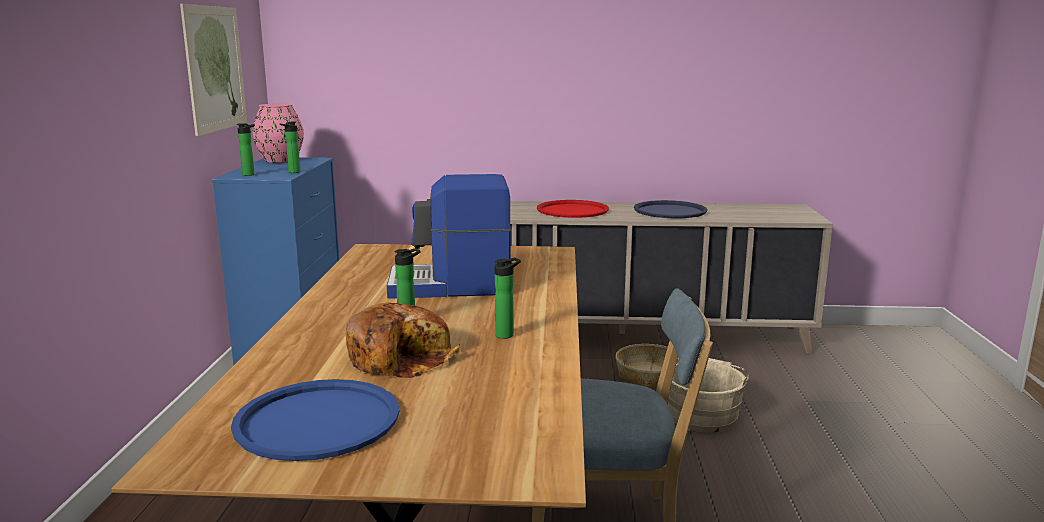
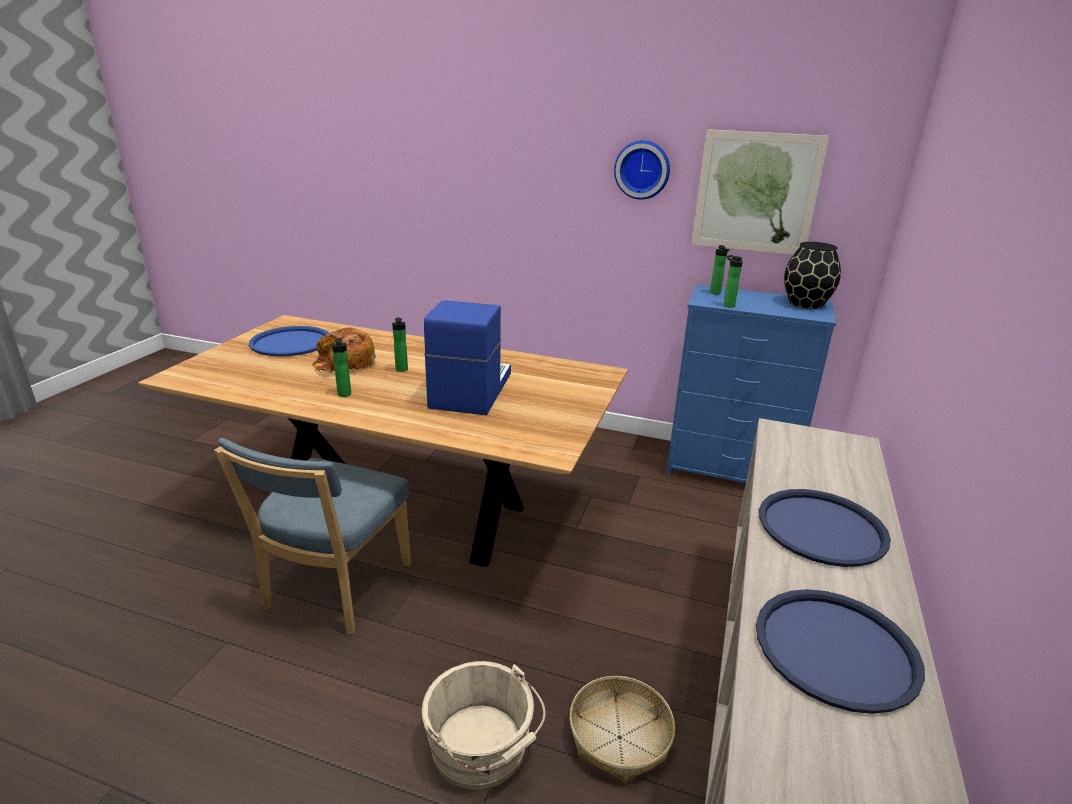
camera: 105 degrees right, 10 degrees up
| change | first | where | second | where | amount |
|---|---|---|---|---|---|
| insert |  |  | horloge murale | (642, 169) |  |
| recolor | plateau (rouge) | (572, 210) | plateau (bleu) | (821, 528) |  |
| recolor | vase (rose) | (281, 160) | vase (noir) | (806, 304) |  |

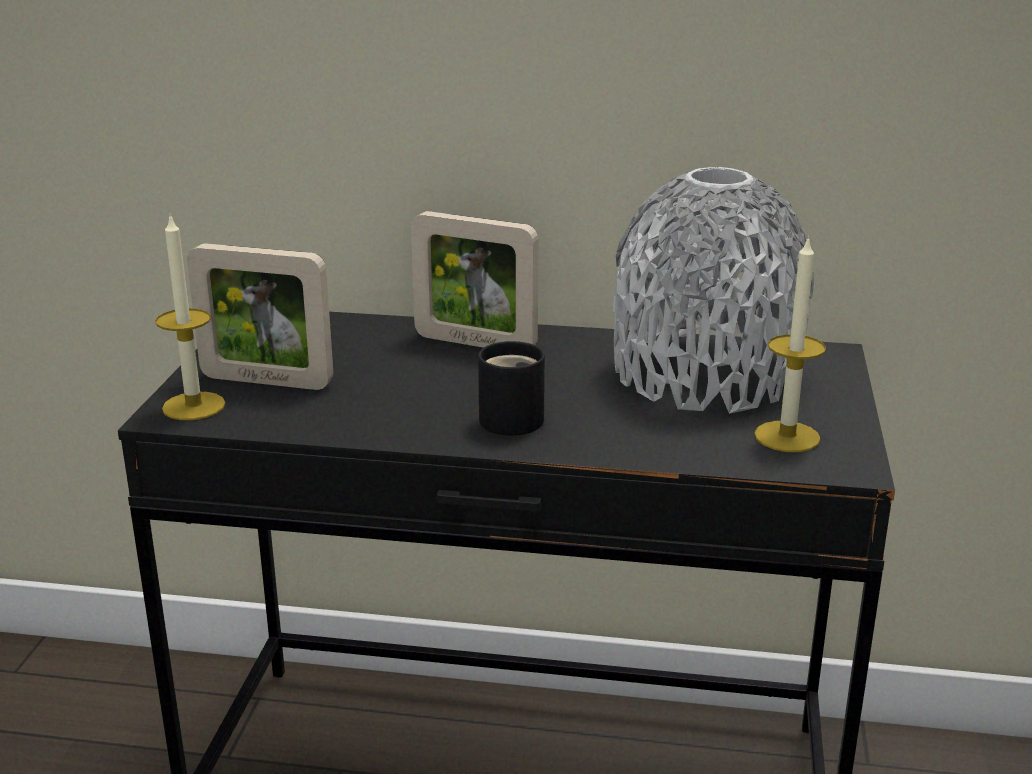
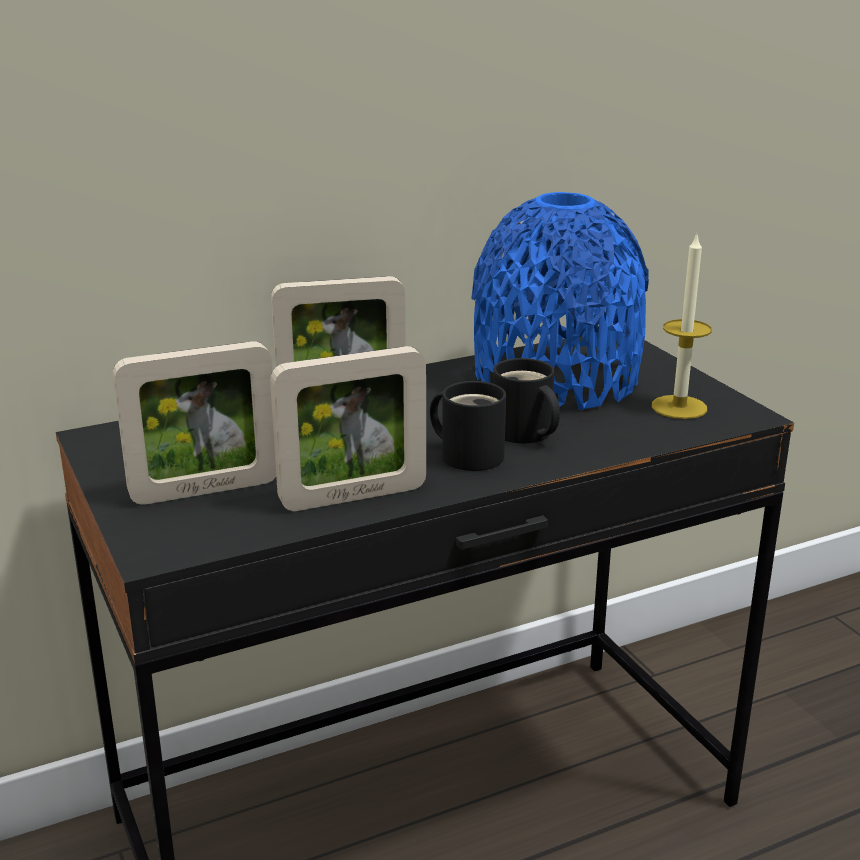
camera: 35 degrees left, 0 degrees up
| change | first | where | second | where | amount |
|---|---|---|---|---|---|
| insert |  |  | cadre photo | (353, 496) |  |
| recolor | vase (gris) | (705, 374) | vase (bleu) | (555, 378) |  |
| insert |  |  | mug (noir) | (524, 433) |  |
| delete | bougie | (194, 406) |  |  |  |

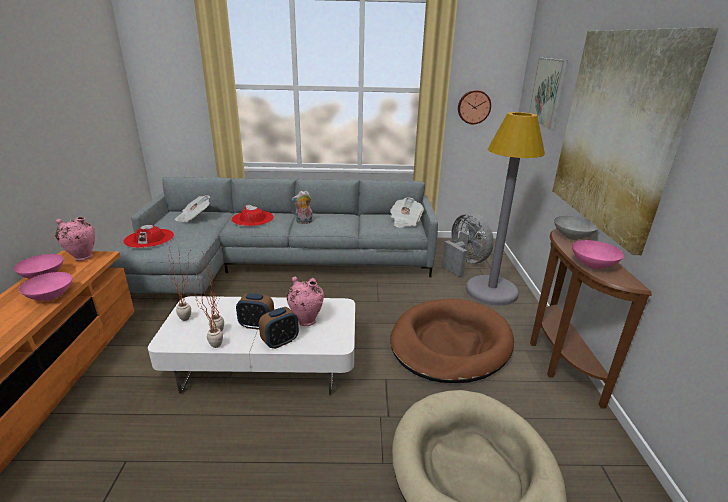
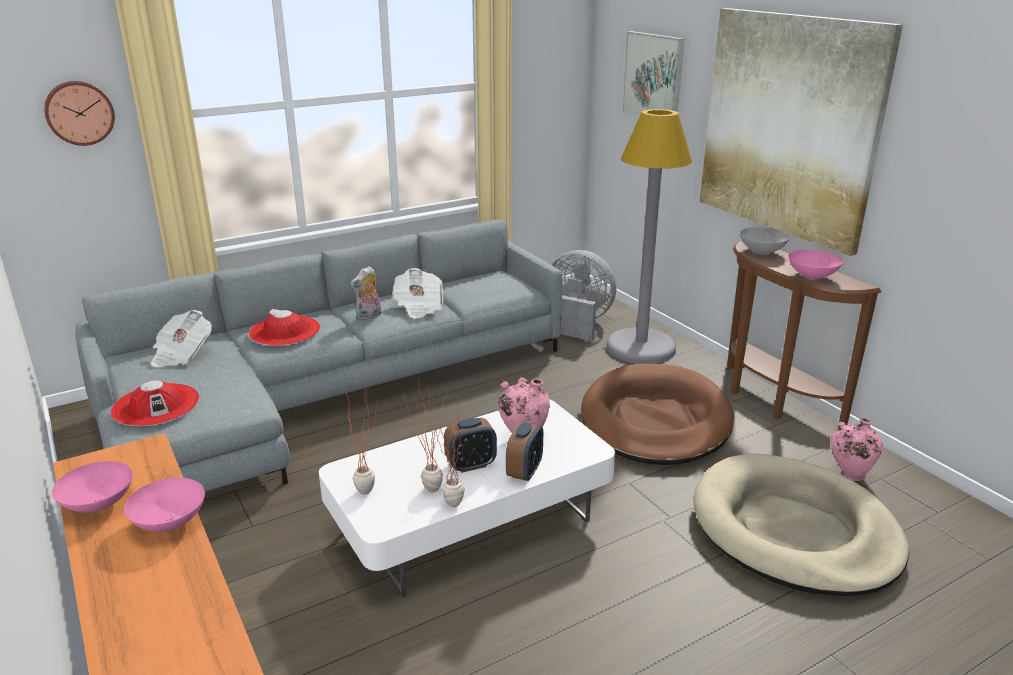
camera: 30 degrees left, 0 degrees up
| change | first | where | second | where | amount |
|---|---|---|---|---|---|
| move | horloge murale | (473, 107) |  | (79, 113) |  |
| move | journal | (405, 221) |  | (419, 307) |  |
| move | vase (rose) | (82, 257) |  | (849, 475) |  |

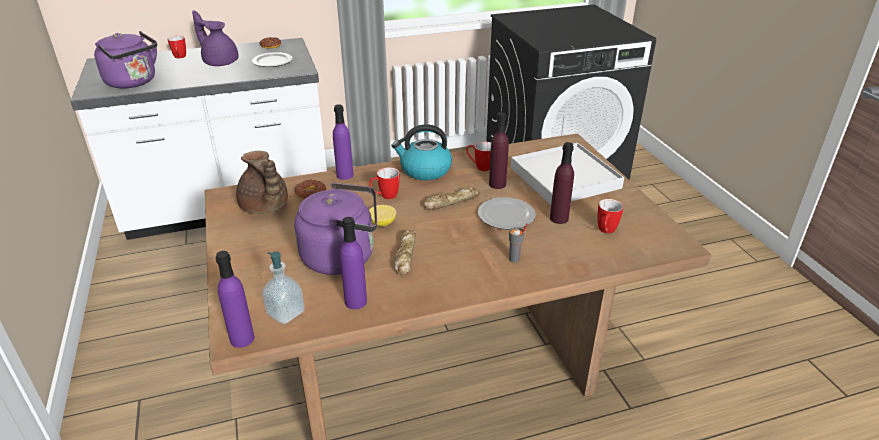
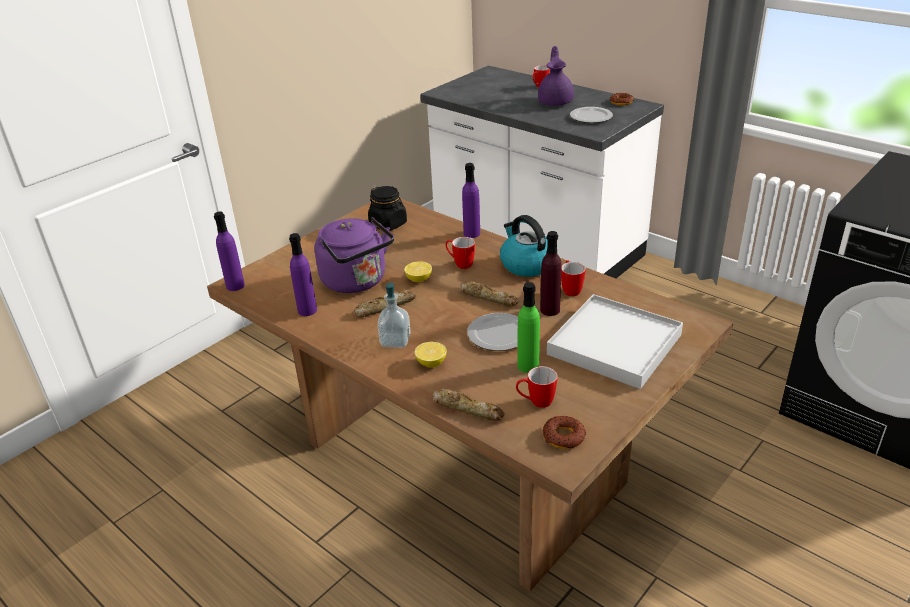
camera: 60 degrees right, 0 degrees up
| change | first | where | second | where | amount |
|---|---|---|---|---|---|
| replace | théière (marron) | (265, 207) | bocal (noir) | (388, 224) |  |
| move | distributeur de savon | (285, 313) |  | (395, 341) |  |
| replace | tasse (gris) | (514, 259) | citron | (431, 363) |  |
| insert |  |  | pain | (468, 408) |  |
| recolor | bouteille (violet) | (559, 218) | bouteille (vert) | (528, 366) |  |
| move | beignet | (311, 193) |  | (563, 437) |  |
| delete | bouilloire (violet) | (134, 82) |  |  |  |

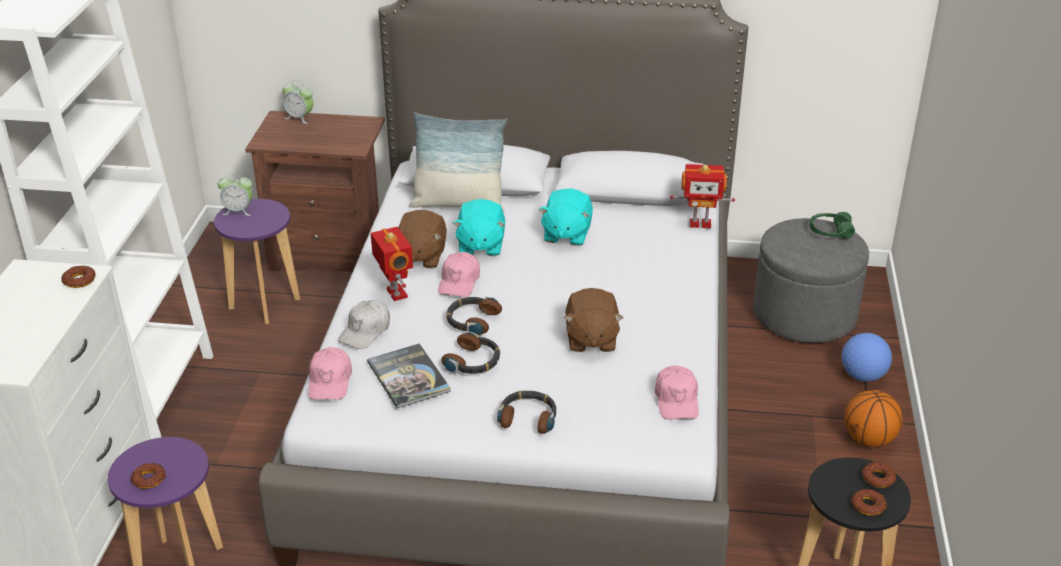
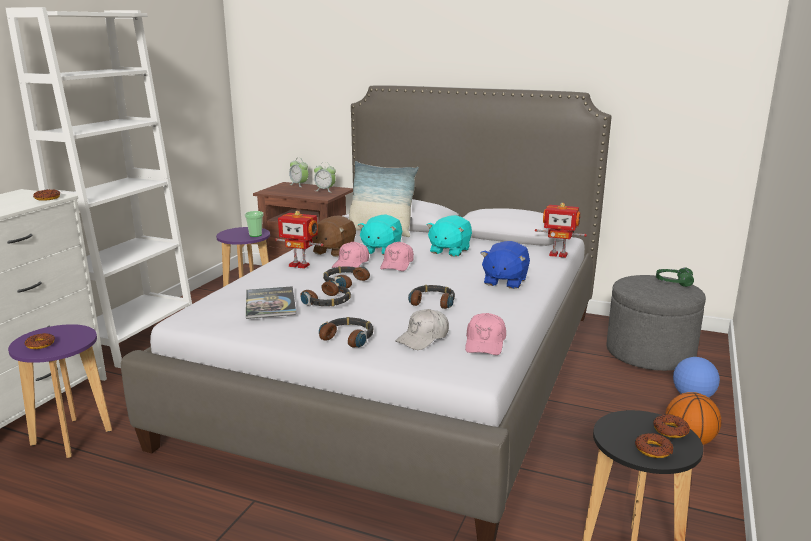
camera: 15 degrees right, 15 degrees down
| change | first | where | second | where | amount |
|---|---|---|---|---|---|
| insert |  |  | tasse | (255, 235) |  |
| rotate | robot jouet | (395, 293) |  | (299, 265) | 120 degrees clockwise |
| move | réveil | (238, 211) |  | (325, 190) |  |
| move | casquette (rose) | (330, 381) |  | (397, 264) |  |
| move | casquette (blanc) | (365, 331) |  | (423, 338) |  |
| replace | peluche (marron) | (591, 339) | casque audio | (432, 302) |  |
| insert |  |  | peluche (bleu) | (504, 281) |  |

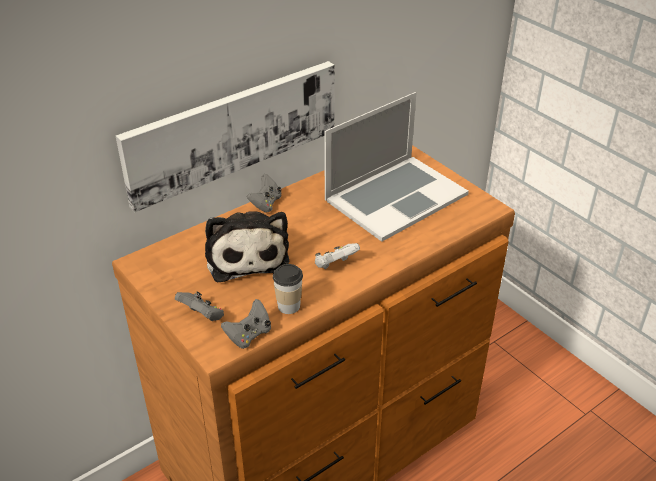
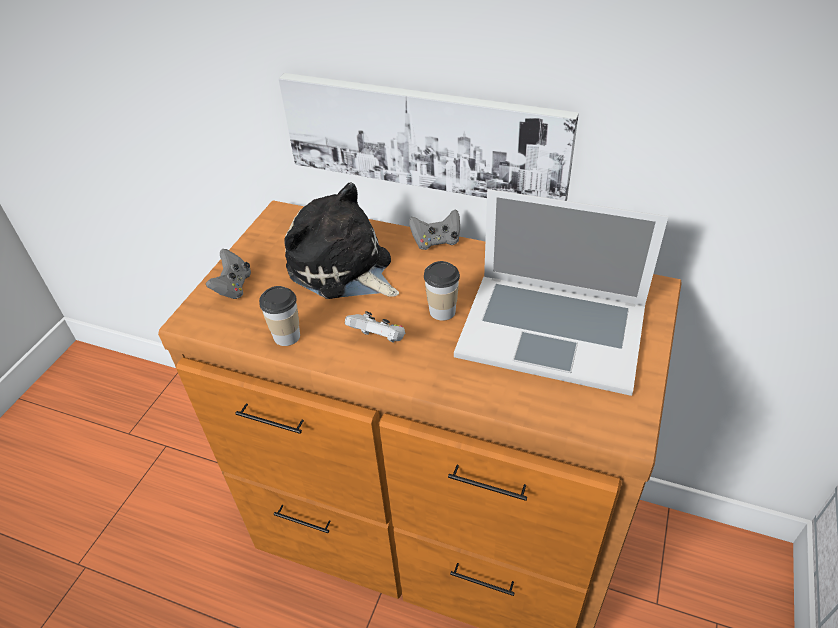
camera: 60 degrees right, 5 degrees up
| change | first | where | second | where | amount |
|---|---|---|---|---|---|
| rotate | peluche | (246, 255) |  | (343, 269) | 90 degrees clockwise |
| insert |  |  | tasse | (442, 311) |  |
| delete | manette (gris) | (249, 335) |  |  |  |

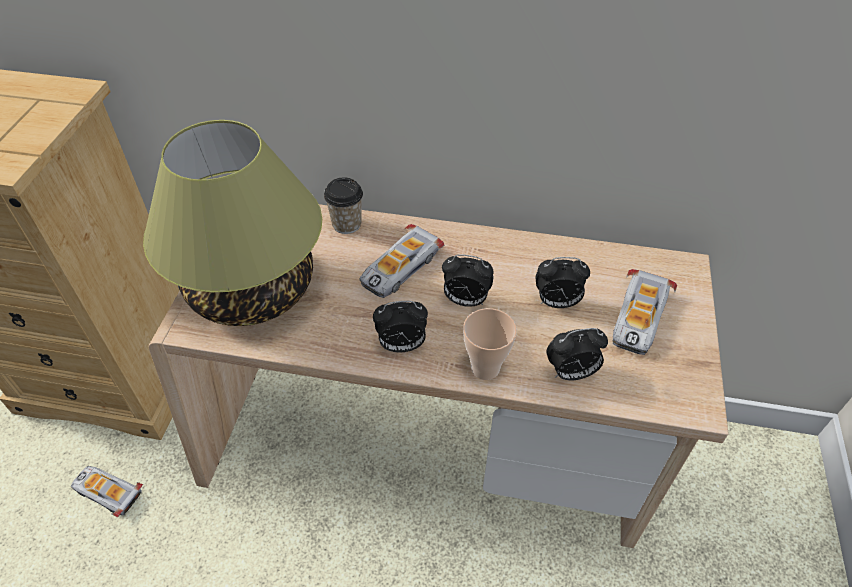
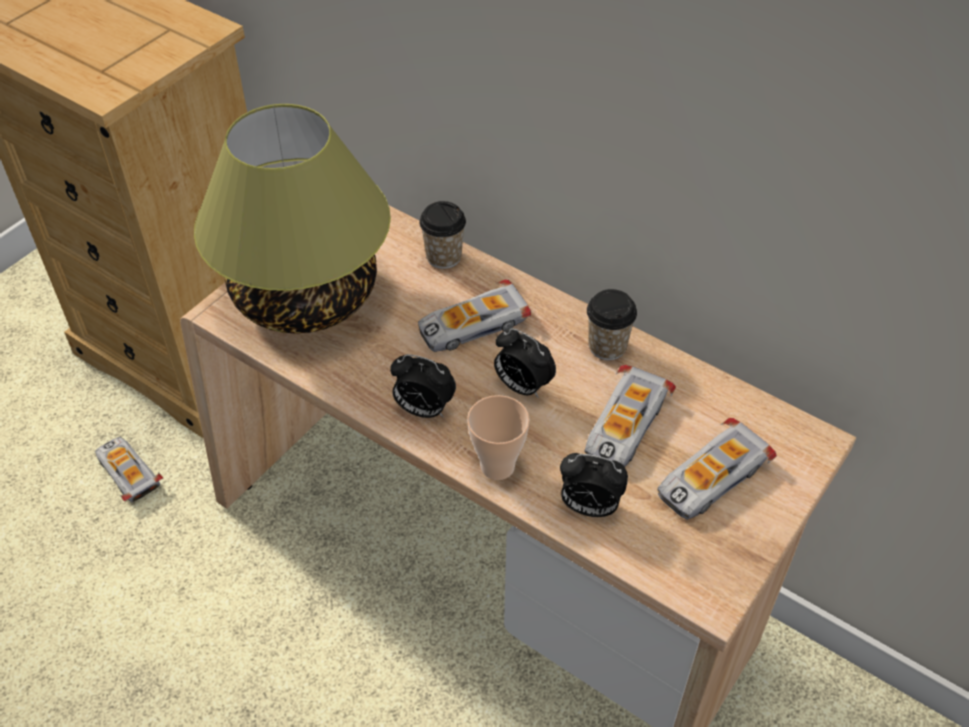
camera: 25 degrees right, 0 degrees up
| change | first | where | second | where | amount |
|---|---|---|---|---|---|
| replace | réveil | (556, 302) | petite voiture | (625, 425) |  |
| insert |  |  | tasse | (607, 347) |  |

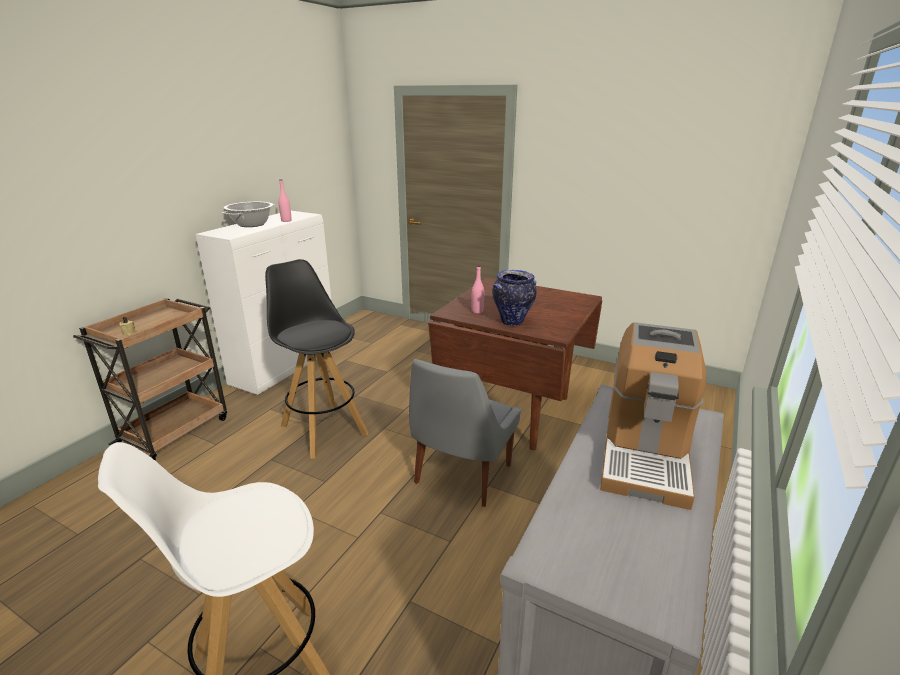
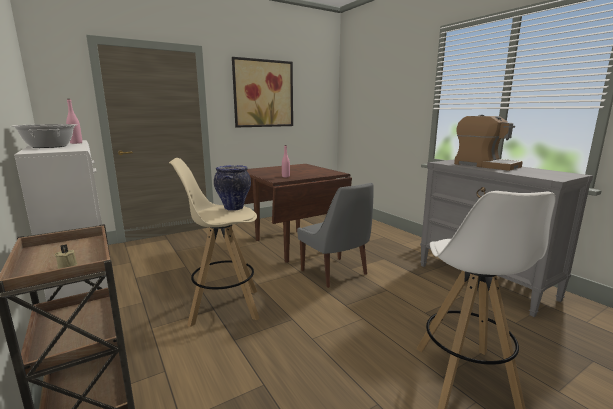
camera: 60 degrees left, 10 degrees down
| change | first | where | second | where | amount |
|---|---|---|---|---|---|
| recolor | tabouret (noir) | (323, 429) | tabouret (beige) | (223, 307) |  |
| move | vase | (512, 321) |  | (234, 208) |  |
| insert |  |  | tableau | (263, 93) |  |

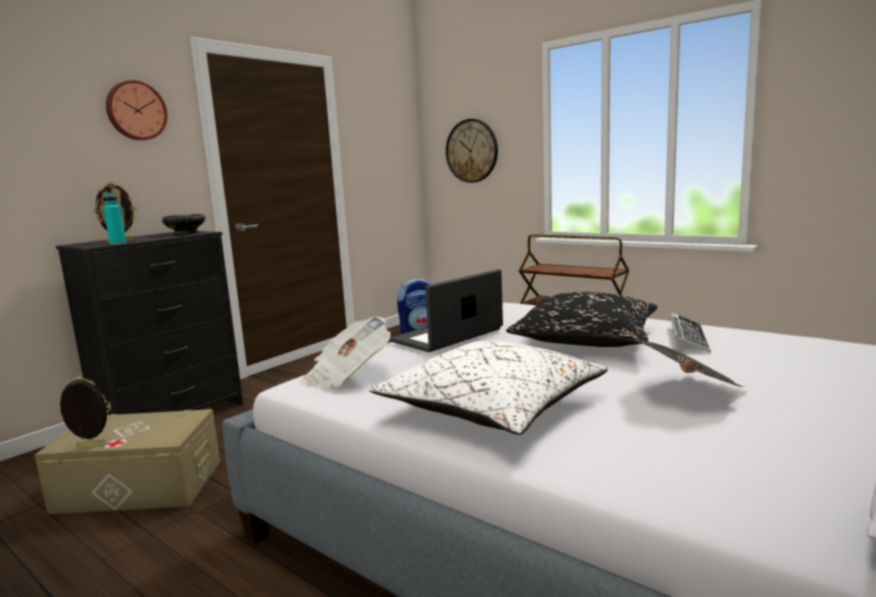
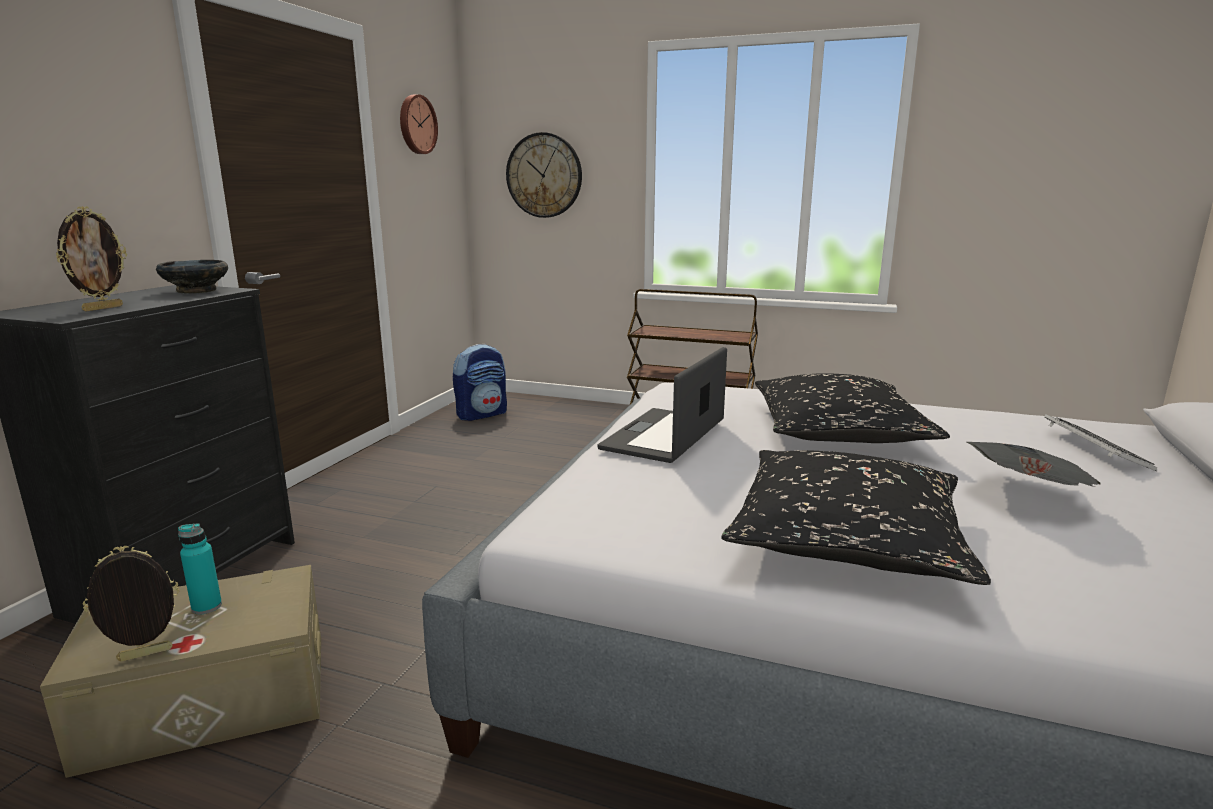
camera: 20 degrees left, 5 degrees up
| change | first | where | second | where | amount |
|---|---|---|---|---|---|
| move | bouteille (turquoise) | (118, 243) |  | (206, 607) |  |
| move | horloge murale | (136, 111) |  | (416, 124) |  |
| recolor | coussin (blanc) | (493, 408) | coussin (noir) | (848, 540) |  |
| move | clavier | (687, 338) |  | (1093, 449) |  |
| delete | journal | (347, 376) |  |  |  |

